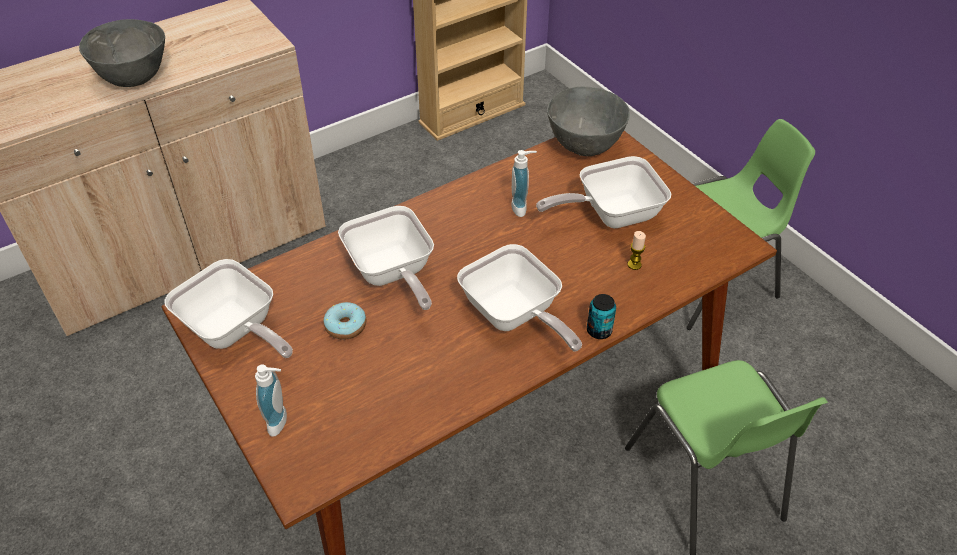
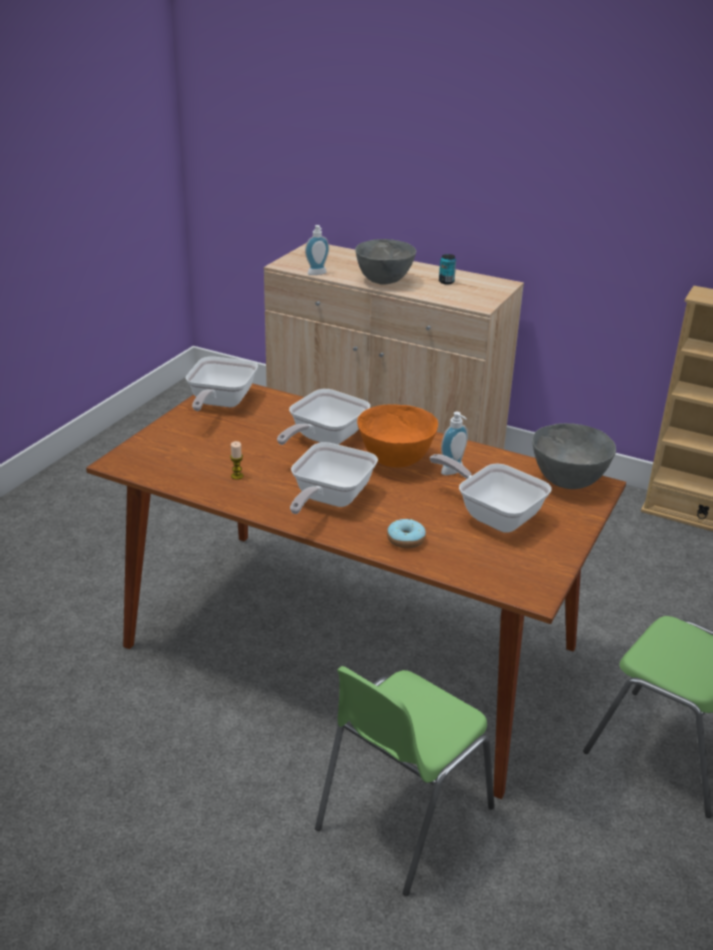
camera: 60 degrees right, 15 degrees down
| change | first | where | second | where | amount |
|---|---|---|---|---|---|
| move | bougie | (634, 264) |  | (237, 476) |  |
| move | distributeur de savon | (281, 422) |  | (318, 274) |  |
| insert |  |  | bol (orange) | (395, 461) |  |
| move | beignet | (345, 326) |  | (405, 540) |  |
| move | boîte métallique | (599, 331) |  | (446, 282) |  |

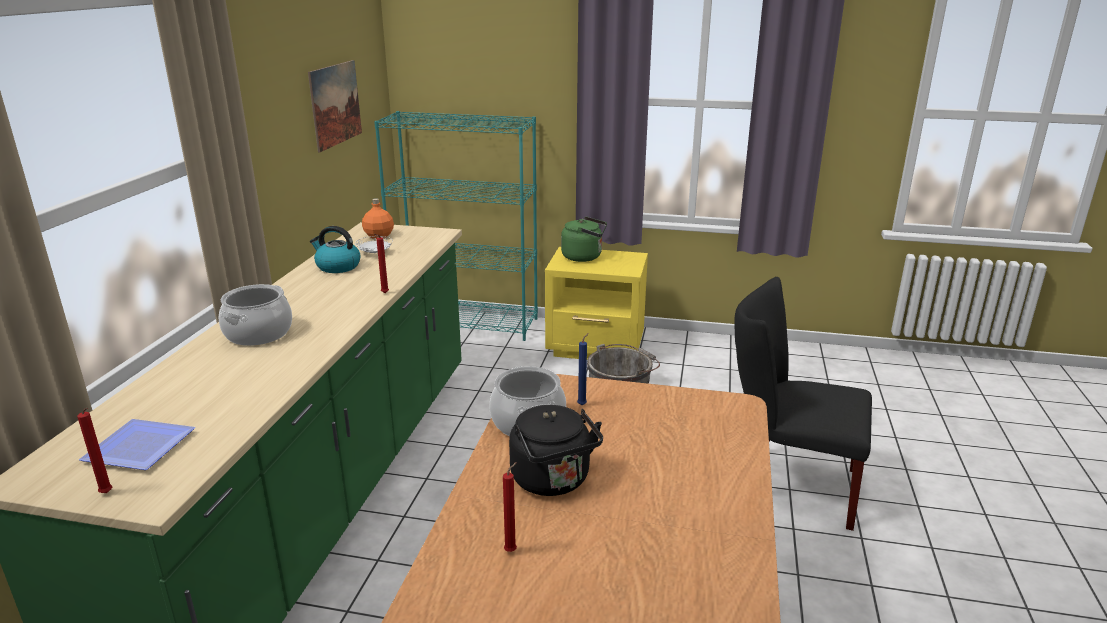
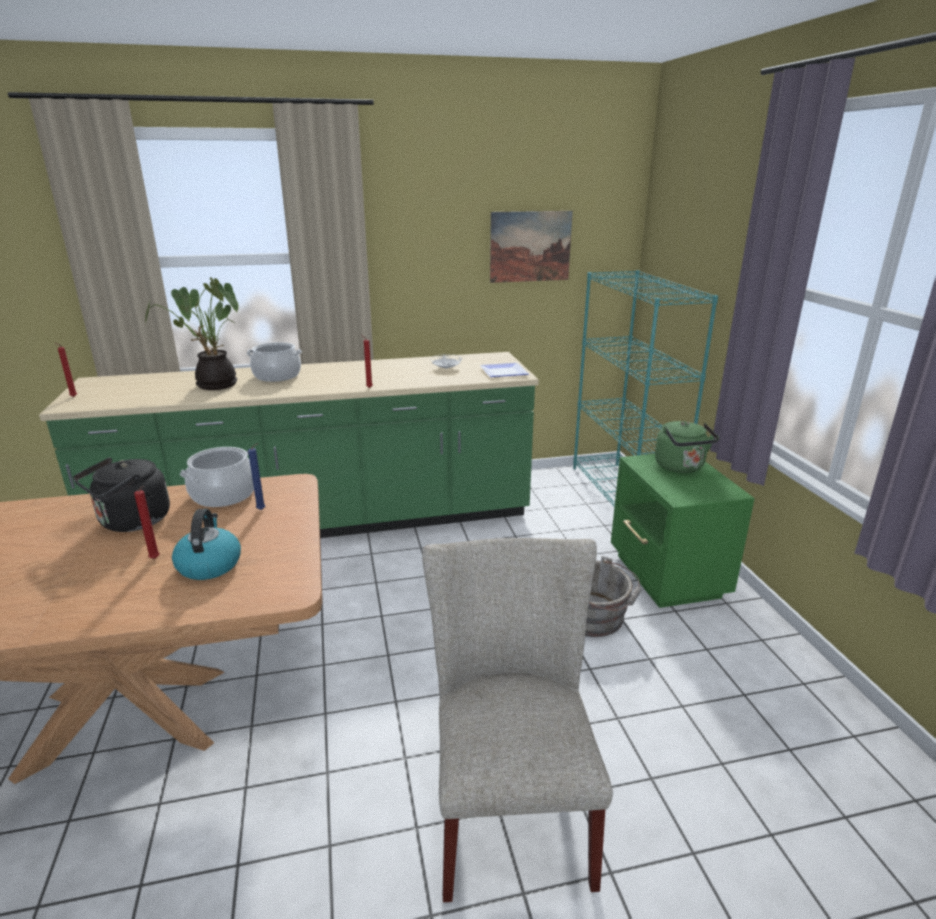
camera: 65 degrees right, 0 degrees up
| change | first | where | second | where | amount |
|---|---|---|---|---|---|
| move | bougie (rouge) | (512, 550) |  | (156, 559) |  |
| insert |  |  | plante en pot | (213, 385) |  |
| move | bouilloire | (337, 267) |  | (209, 564) |  |
| recolor | chaise (noir) | (787, 484) | chaise (beige) | (508, 805) |  |
| move | assiette | (140, 449) |  | (502, 373) |  |
| recolor | table de chevet (jaune) | (596, 348) | table de chevet (vert) | (666, 577) |  |
| delete | bouteille (orange) | (378, 236) |  |  |  |

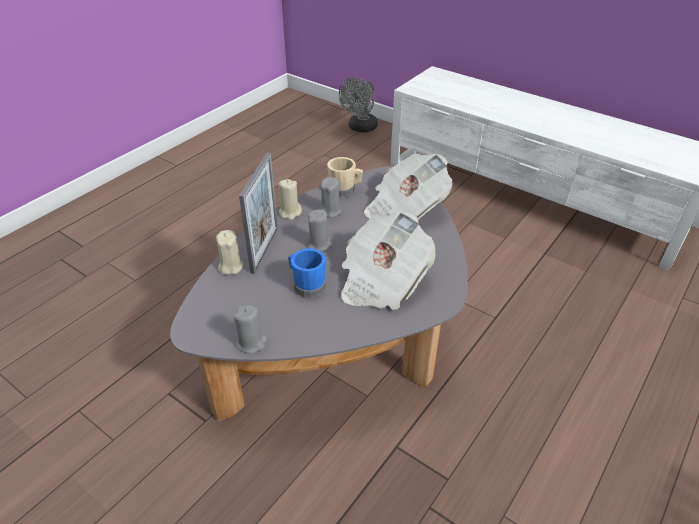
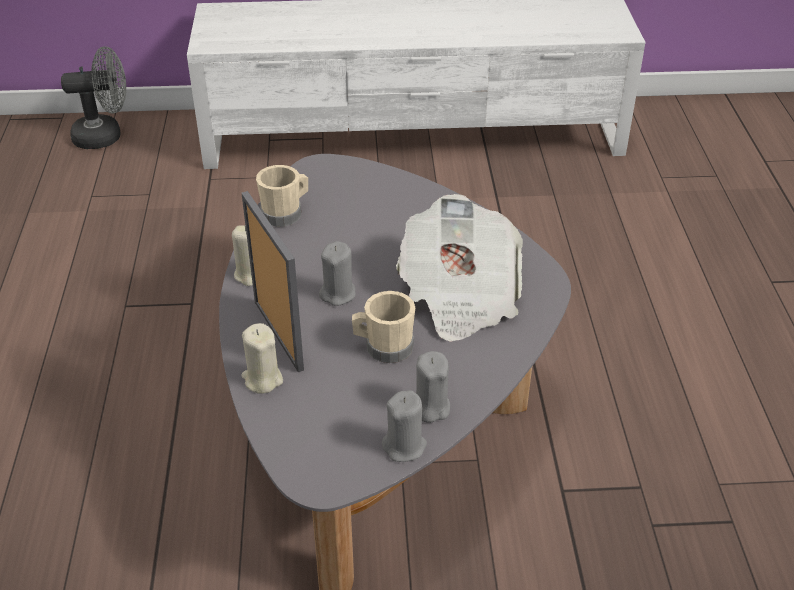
camera: 40 degrees left, 0 degrees up
| change | first | where | second | where | amount |
|---|---|---|---|---|---|
| rotate | ventilateur (gris) | (360, 128) |  | (105, 136) | 90 degrees counterclockwise |
| recolor | mug (bleu) | (306, 285) | mug (beige) | (384, 347) |  |
| move | bougie (gris) | (330, 211) |  | (430, 407) |  |
| delete | journal | (405, 209) |  |  |  |

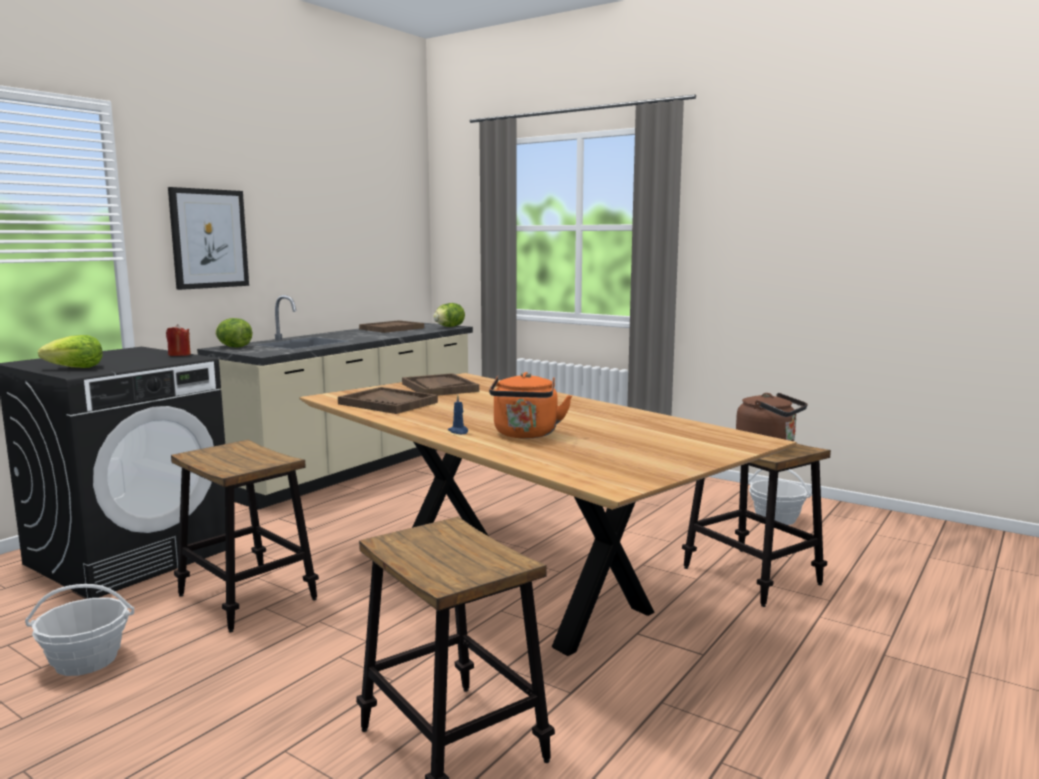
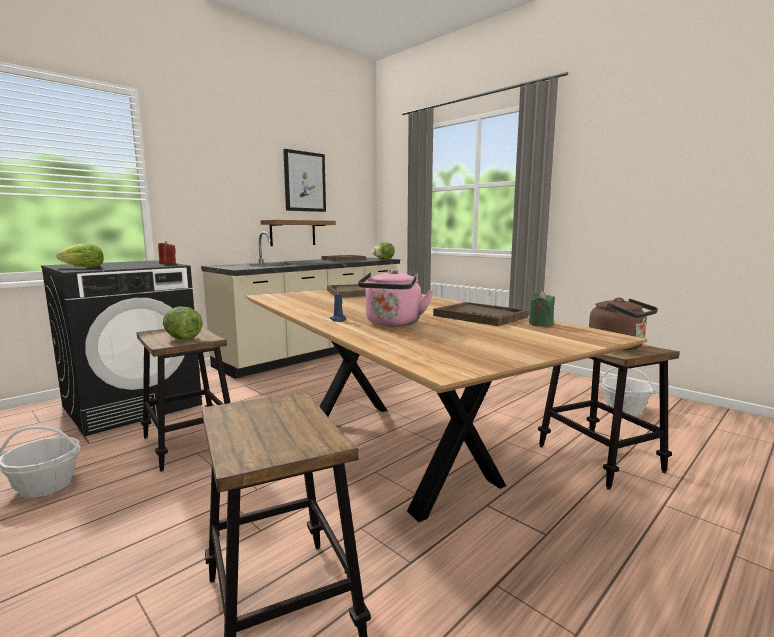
camera: 10 degrees right, 0 degrees up
| change | first | where | second | where | amount |
|---|---|---|---|---|---|
| move | laitue | (234, 347) |  | (183, 338) |  |
| insert |  |  | étagère | (292, 233) |  |
| move | tableau | (209, 238) |  | (304, 182) |  |
| recolor | bouilloire (orange) | (526, 435) | bouilloire (rose) | (392, 324) |  |
| move | plateau (marron) | (388, 403) |  | (480, 316) |  |
| insert |  |  | bougie (vert) | (540, 324) |  |

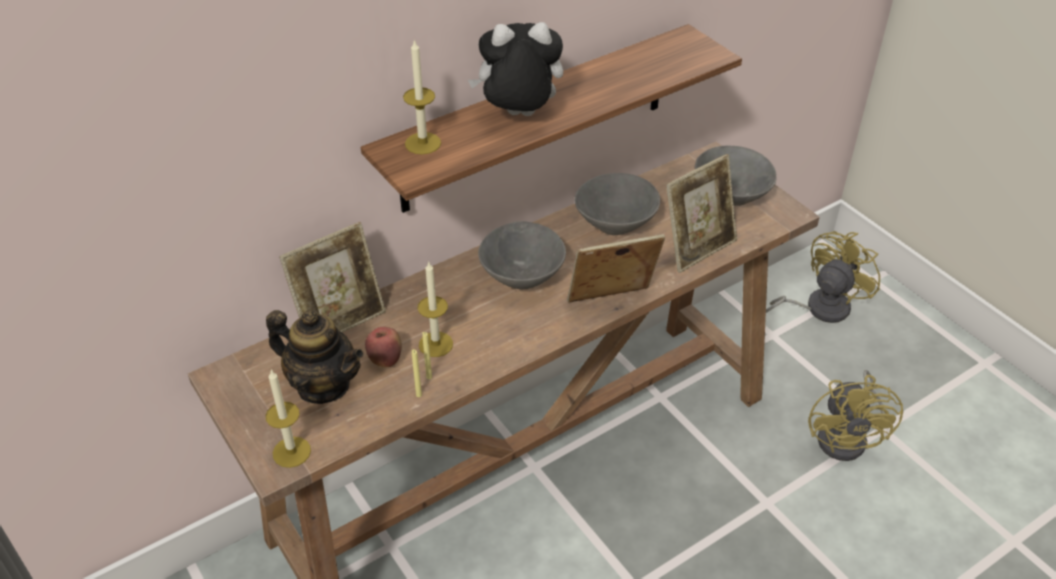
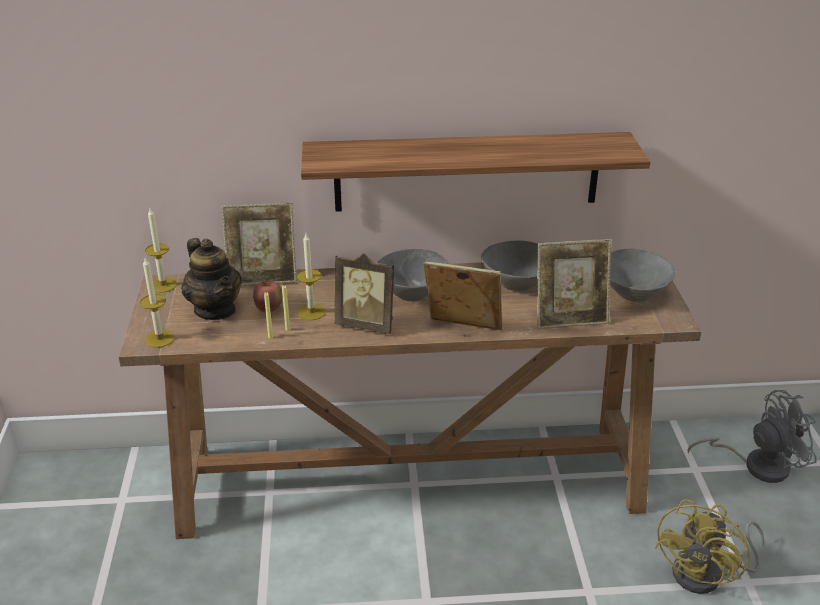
camera: 30 degrees right, 10 degrees down
| change | first | where | second | where | amount |
|---|---|---|---|---|---|
| move | bougie | (423, 143) |  | (163, 285) |  |
| insert |  |  | cadre photo | (367, 324) |  |
| recolor | ventilateur (jaune) | (817, 308) | ventilateur (gris) | (756, 465) |  |
| delete | peluche | (518, 116) |  |  |  |

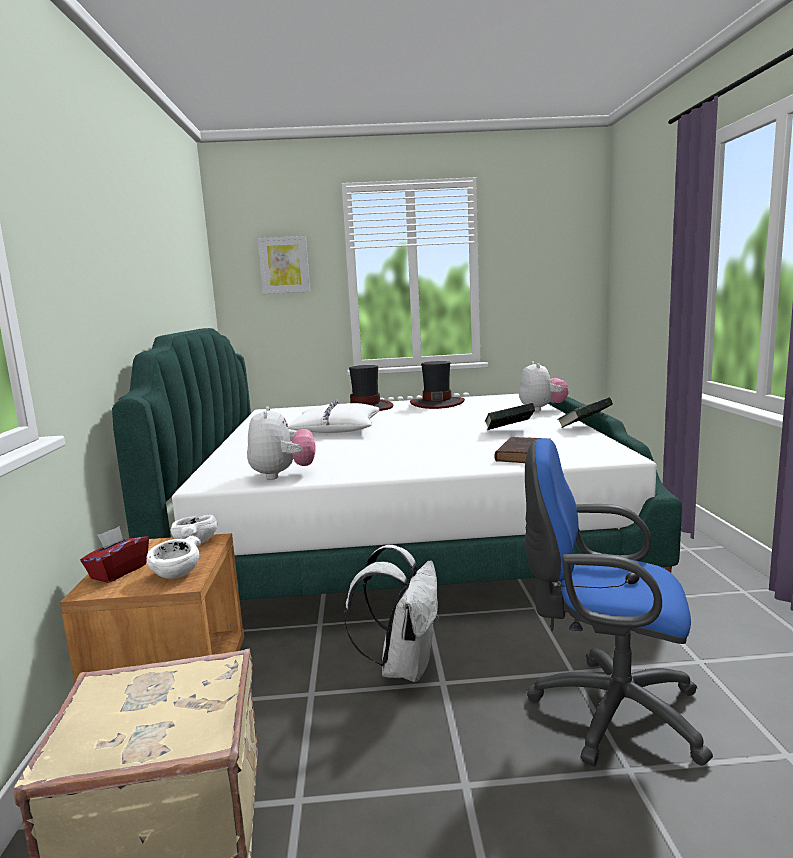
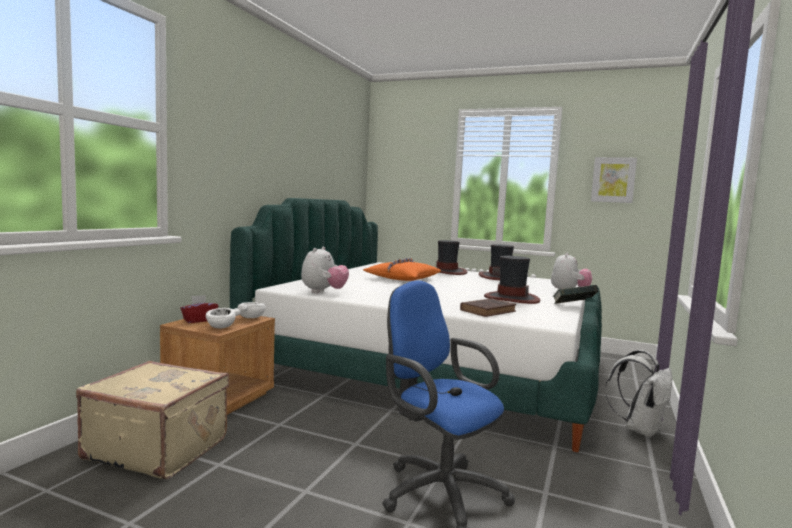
camera: 25 degrees right, 5 degrees down
| change | first | where | second | where | amount |
|---|---|---|---|---|---|
| recolor | coussin (blanc) | (335, 429) | coussin (orange) | (402, 278) |  |
| replace | livre | (509, 431) | chapeau | (511, 298) |  |
| move | tableau | (284, 265) |  | (613, 180) |  |
| move | sac à dos (blanc) | (404, 666) |  | (639, 429) |  |

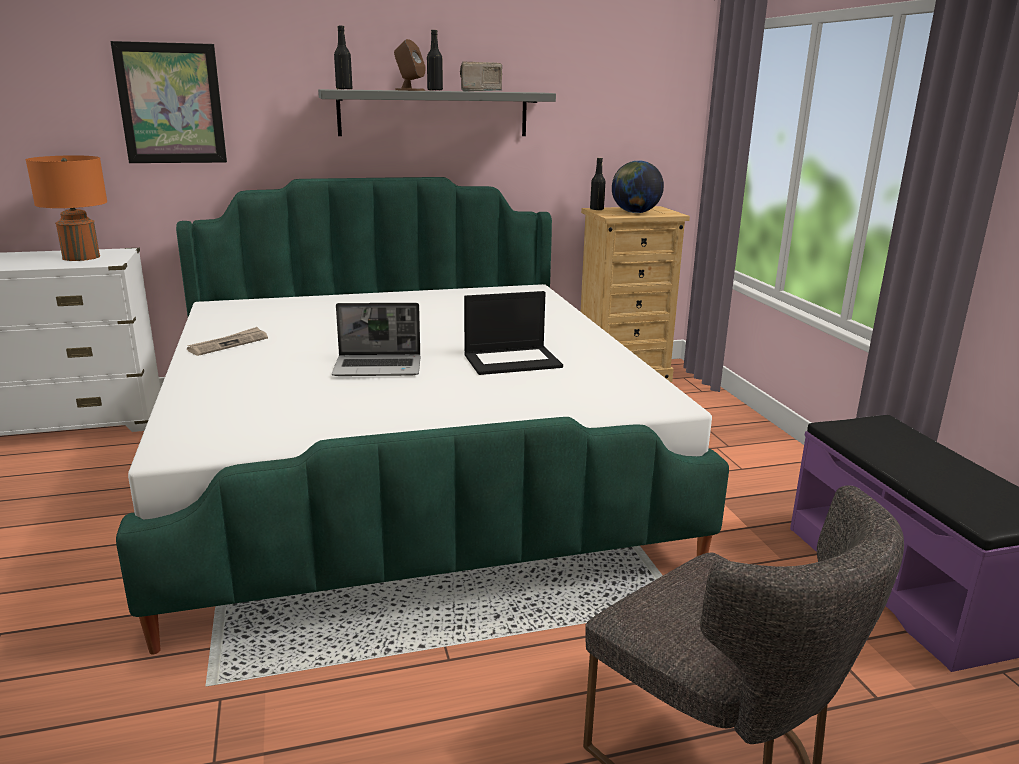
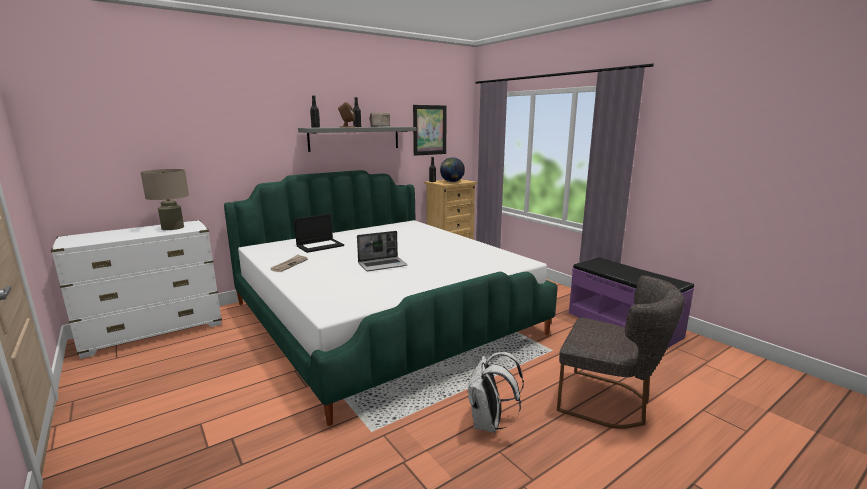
camera: 20 degrees left, 5 degrees down
| change | first | where | second | where | amount |
|---|---|---|---|---|---|
| recolor | lampe de table (orange) | (81, 257) | lampe de table (beige) | (173, 227) |  |
| move | ordinateur portable | (513, 360) |  | (320, 245) |  |
| move | tableau | (171, 104) |  | (429, 130) |  |
| insert |  |  | sac à dos (blanc) | (489, 424) |  |

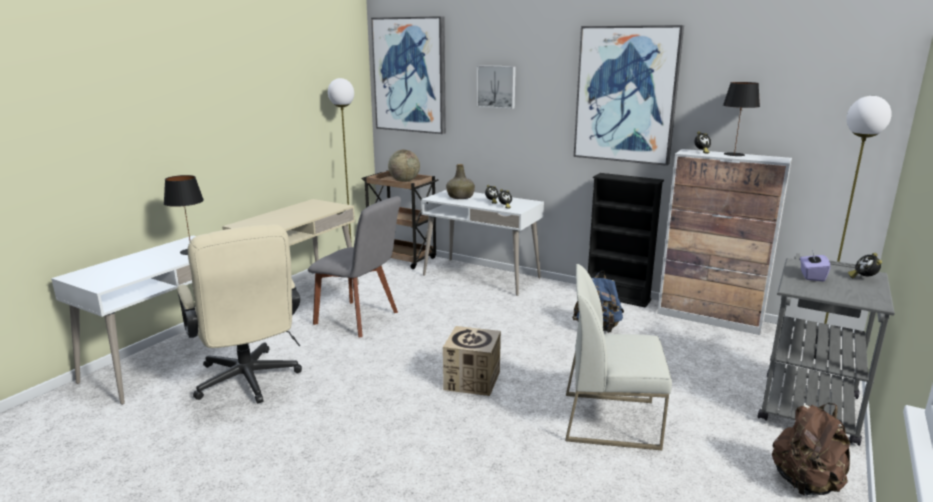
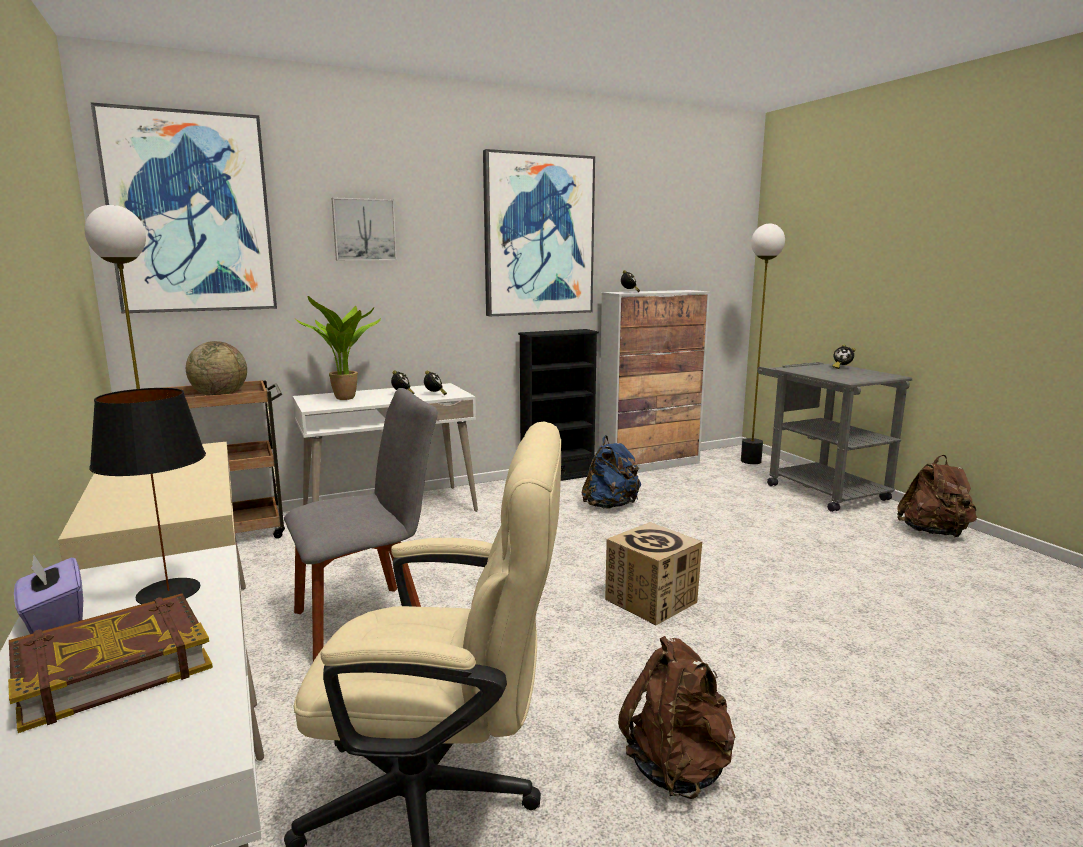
camera: 55 degrees left, 5 degrees down
| change | first | where | second | where | amount |
|---|---|---|---|---|---|
| insert |  |  | livre | (112, 667) |  |
| move | boîte à mouchoirs (violet) | (811, 276) |  | (54, 618) |  |
| replace | bouteille (vert) | (460, 197) | plante en pot | (347, 399) |  |
| insert |  |  | sac à dos (marron) | (678, 767) |  |
| delete | chaise (blanc) | (611, 420) |  |  |  |
| delete | lampe de table (noir) | (734, 154) |  |  |  |

